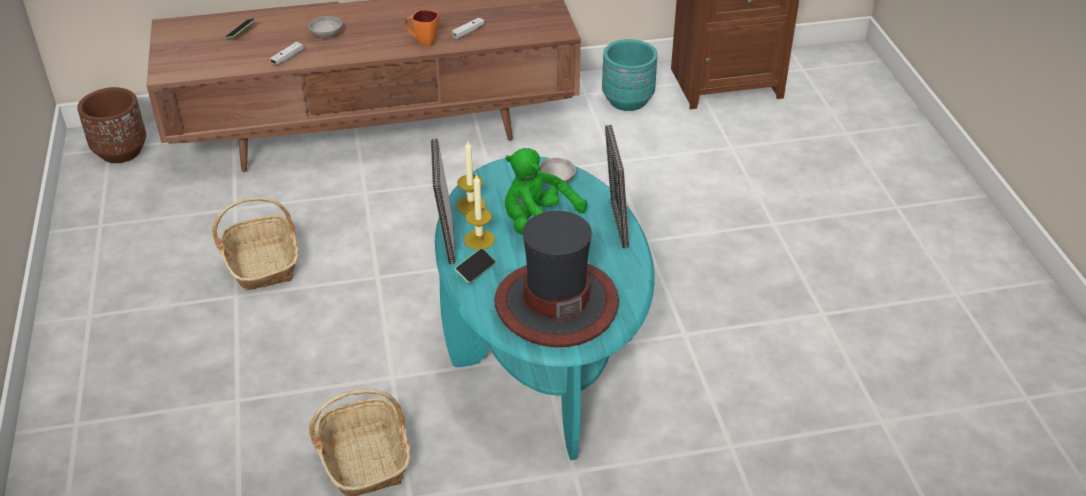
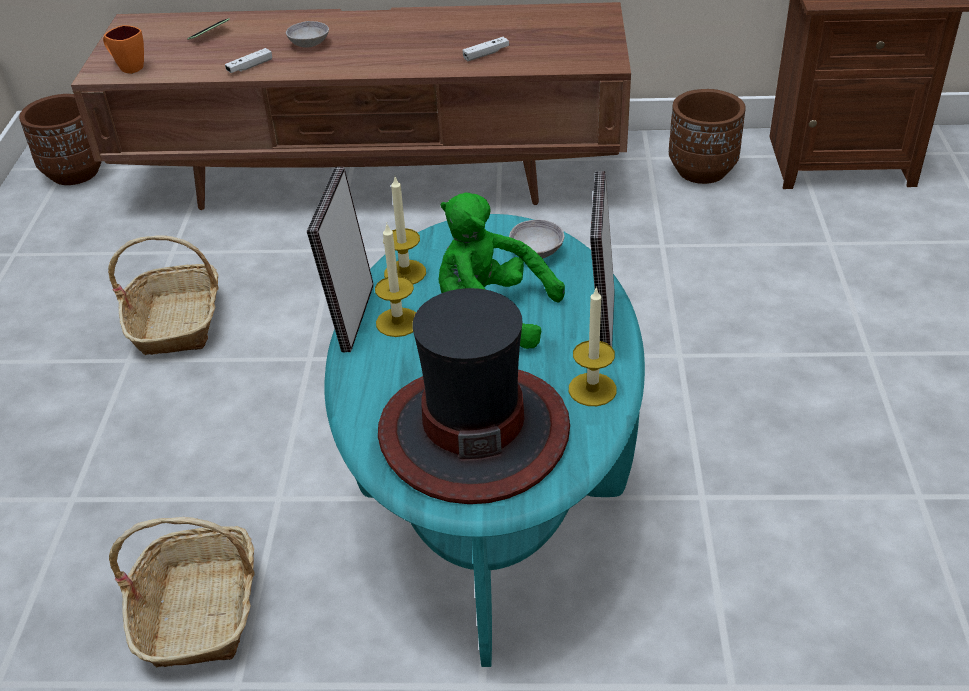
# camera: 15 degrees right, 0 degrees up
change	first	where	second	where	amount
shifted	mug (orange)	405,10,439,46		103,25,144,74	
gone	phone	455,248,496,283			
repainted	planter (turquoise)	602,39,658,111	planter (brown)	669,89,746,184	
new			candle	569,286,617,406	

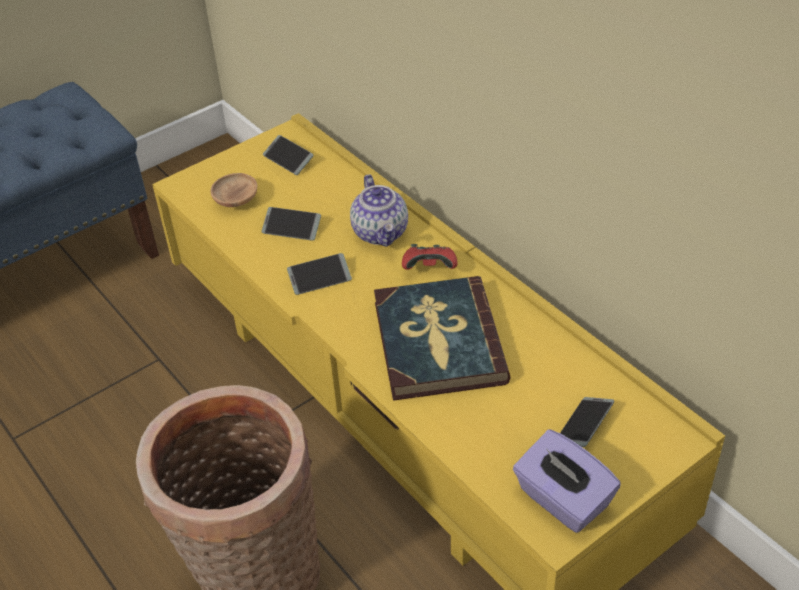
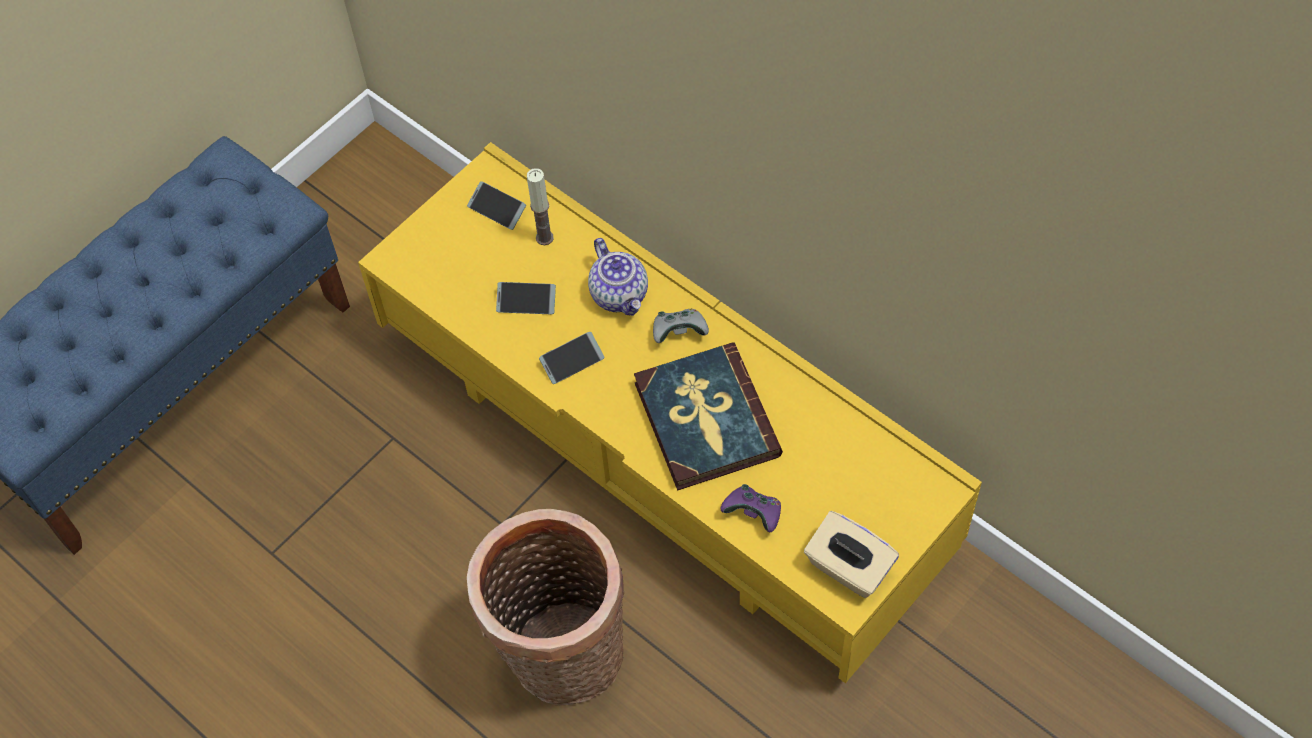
# camera: 10 degrees left, 15 degrees up
change	first	where	second	where	amount
gone	bowl (brown)	211,173,257,207			
repainted	game controller (red)	402,244,458,270	game controller (grey)	653,309,709,343	
repainted	tissue box (purple)	513,430,621,533	tissue box (beige)	804,511,899,598	
gone	phone	560,397,614,447			
new			candle	527,168,554,245	
new			game controller (purple)	721,484,781,532	

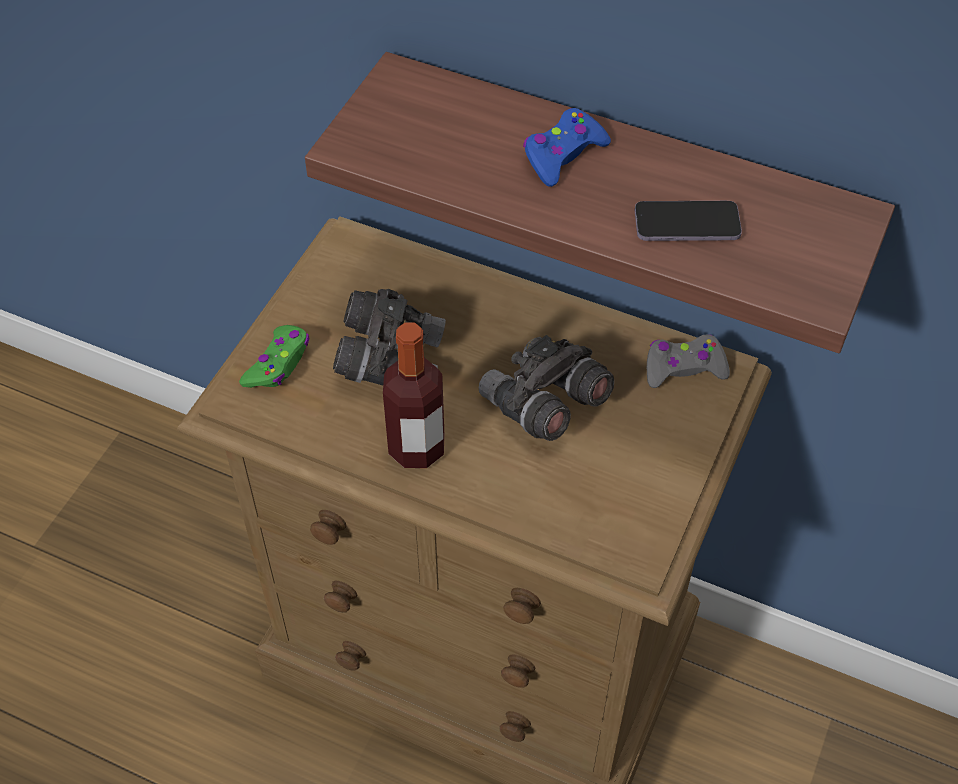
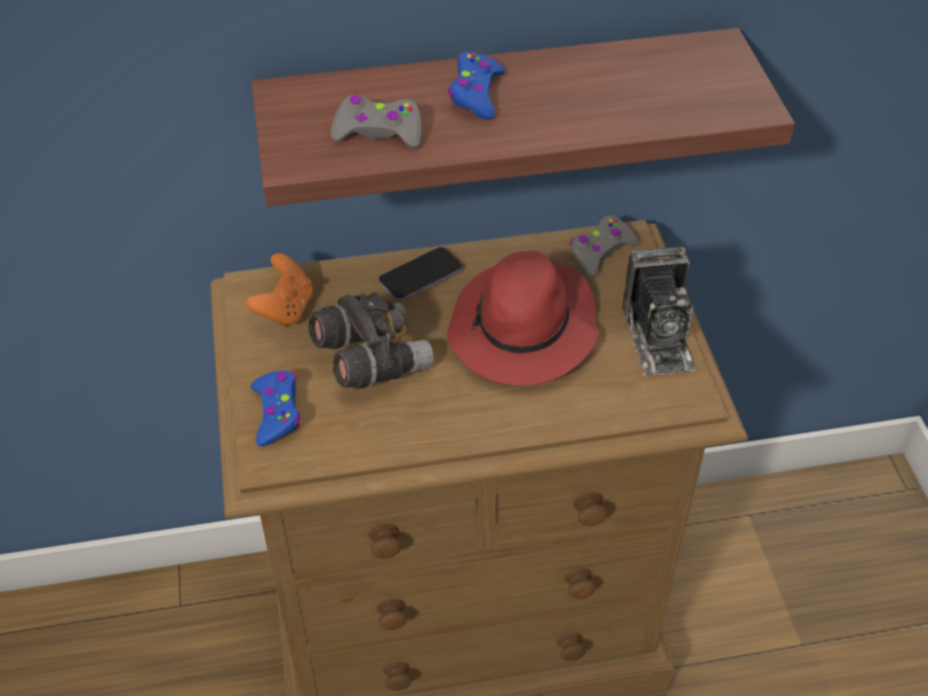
# camera: 35 degrees left, 5 degrees down
change	first	where	second	where	amount
repainted	game controller (green)	239,325,309,388	game controller (blue)	251,370,300,447	
gone	bottle	383,322,445,468			
swapped	binoculars (grey)	479,335,614,441	hat (red)	447,251,599,386	
shifted	phone	635,201,742,241		379,247,462,301	
new			game controller (orange)	246,253,313,327	
new			game controller (grey)	331,95,422,148	
new			photo camera	622,246,696,377	

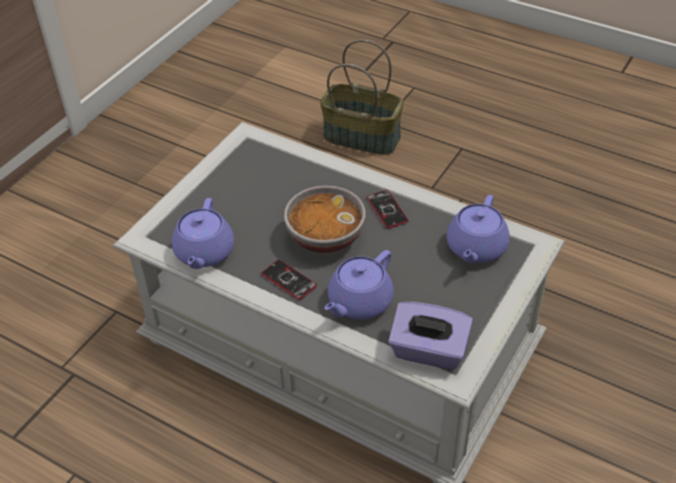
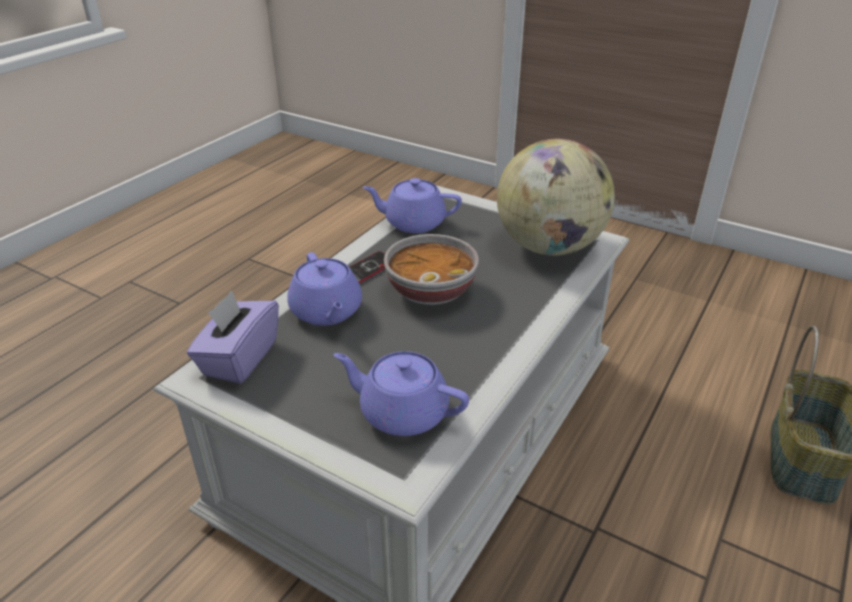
# camera: 90 degrees right, 10 degrees down
change	first	where	second	where	amount
rotated	teapot (purple)	325,250,394,319		287,252,362,326	150 degrees counterclockwise
gone	phone	367,190,409,228			
new			globe	497,139,615,256	

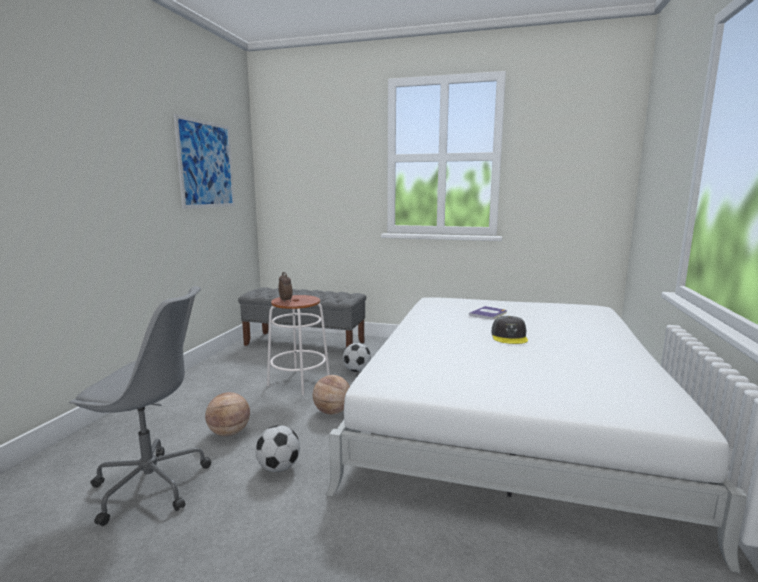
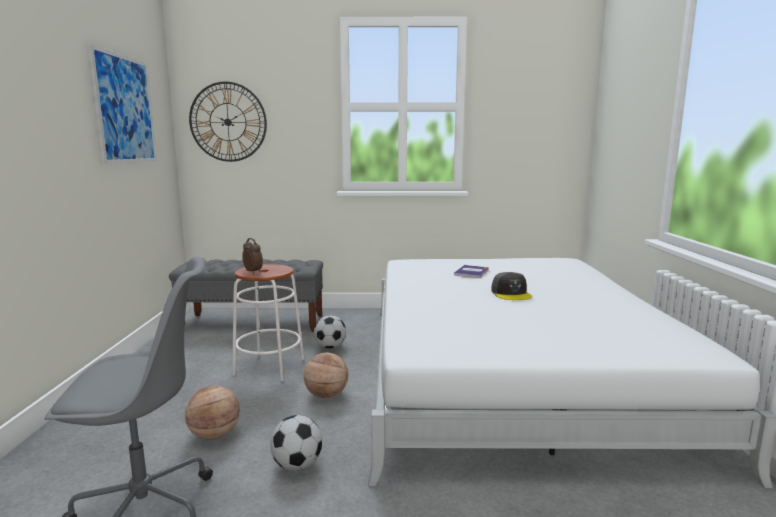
# camera: 15 degrees left, 0 degrees up
change	first	where	second	where	amount
new			wall clock	189,81,267,162	

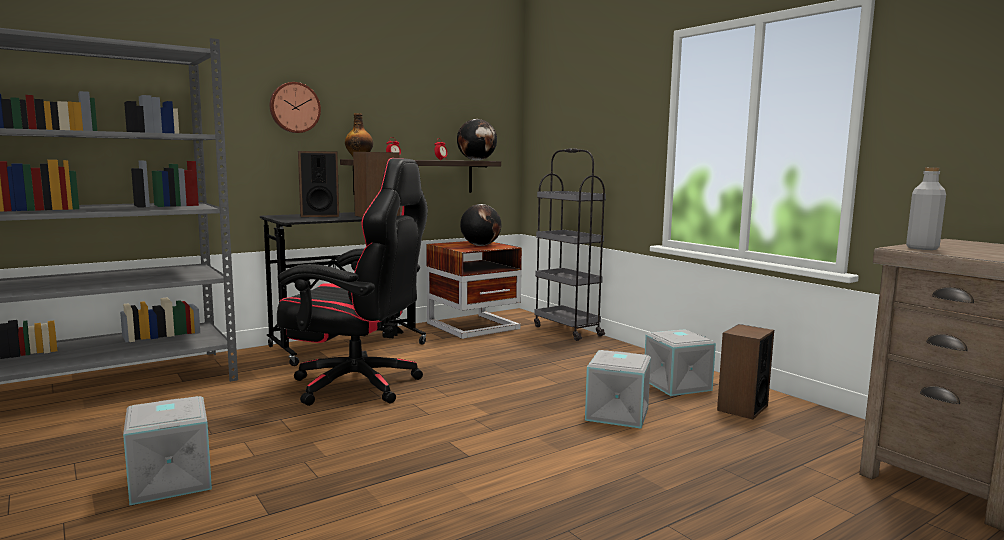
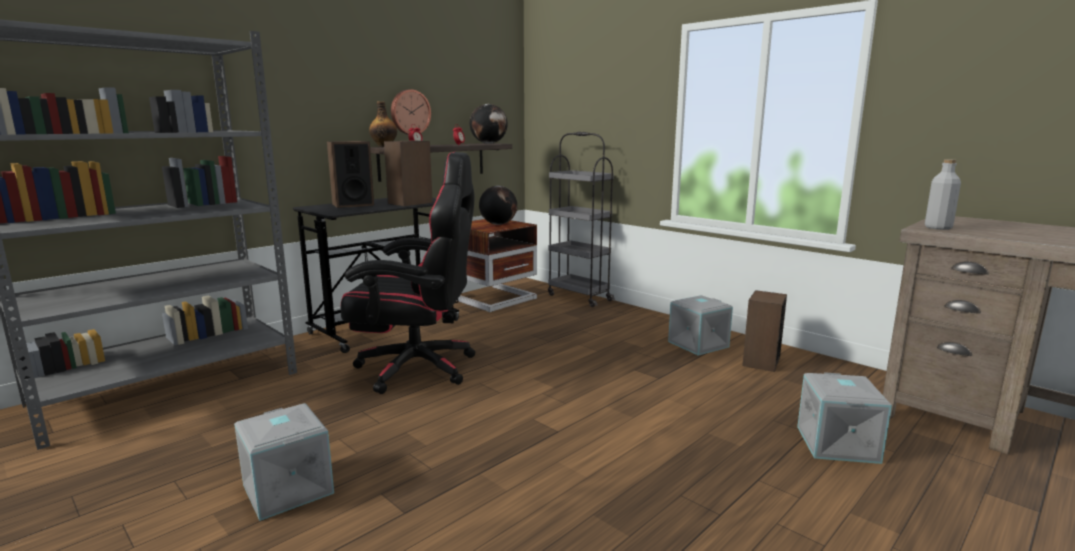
# camera: 10 degrees left, 5 degrees up
change	first	where	second	where	amount
shifted	wall clock	270,82,321,133		391,89,431,135	
shifted	storage box (grey)	585,350,651,429		797,372,892,464	

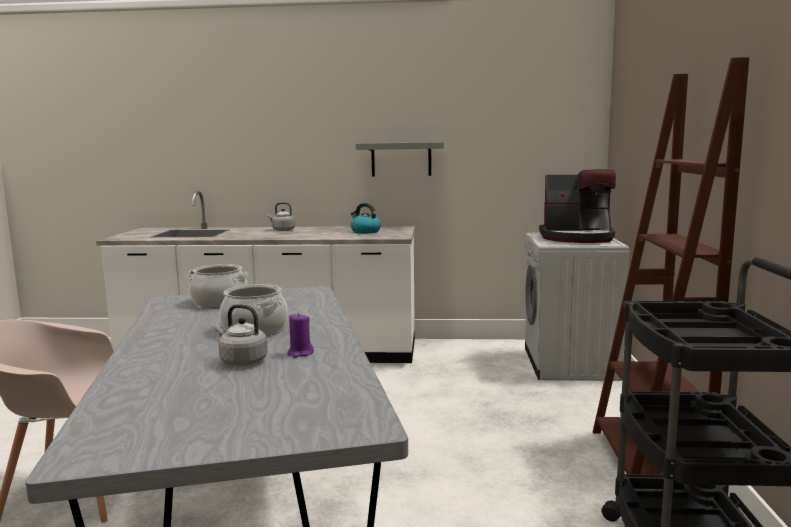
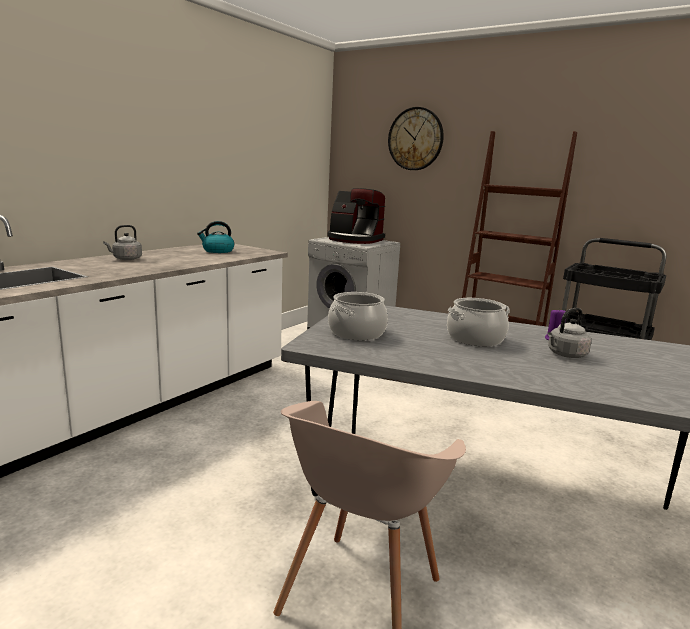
# camera: 60 degrees left, 5 degrees up
change	first	where	second	where	amount
gone	shelf (grey)	356,142,444,176			
rotated	coffee machine	539,169,616,243		328,188,385,244	75 degrees clockwise
new			wall clock	388,107,444,170	

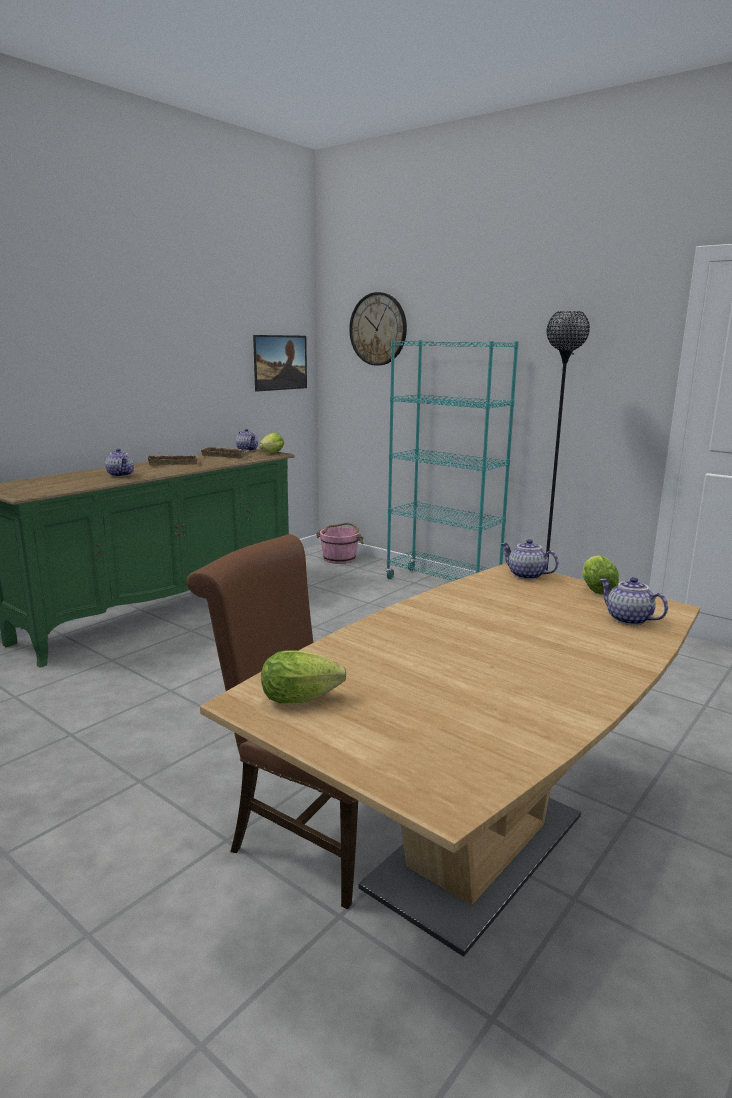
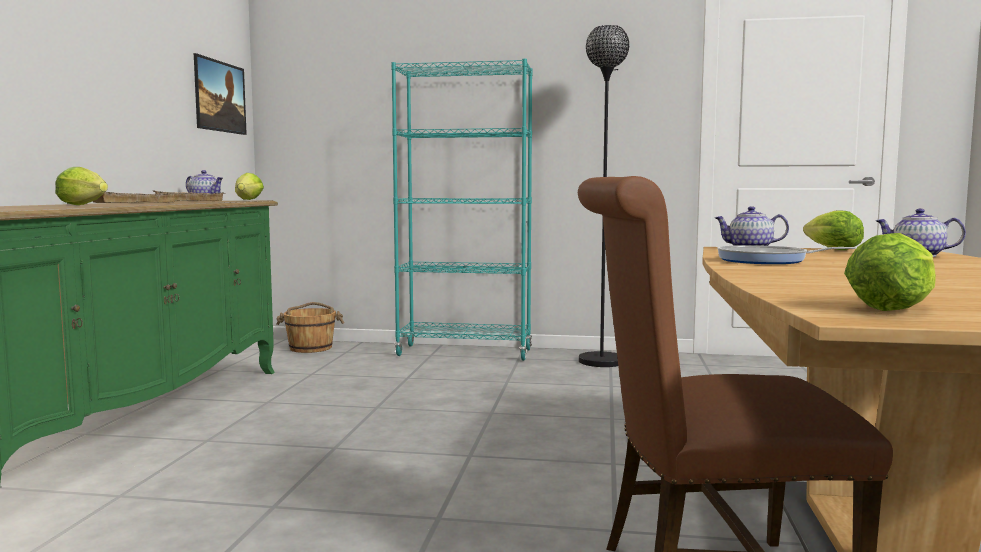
# camera: 30 degrees left, 10 degrees down
change	first	where	second	where	amount
swapped	teapot	105,449,134,477	lettuce	55,167,108,205	
repainted	bucket (pink)	316,522,364,564	bucket (brown)	276,302,344,353	
gone	wall clock	349,292,407,366			
new			frying pan	717,245,856,264	

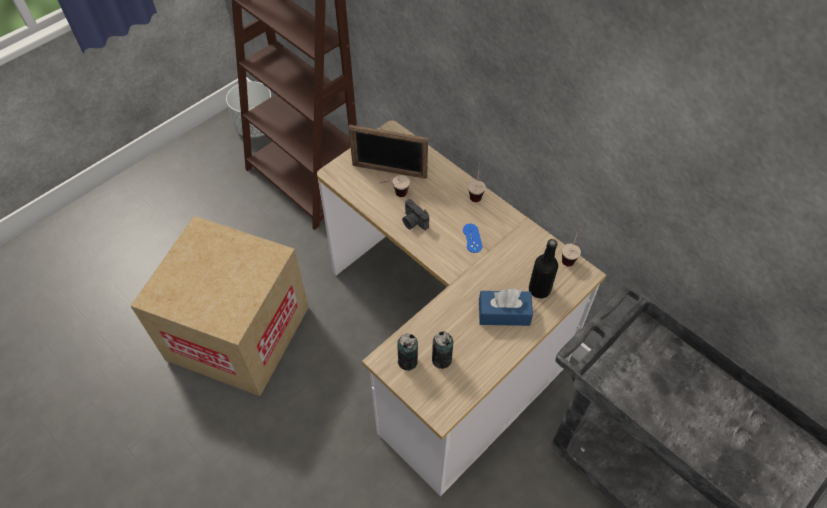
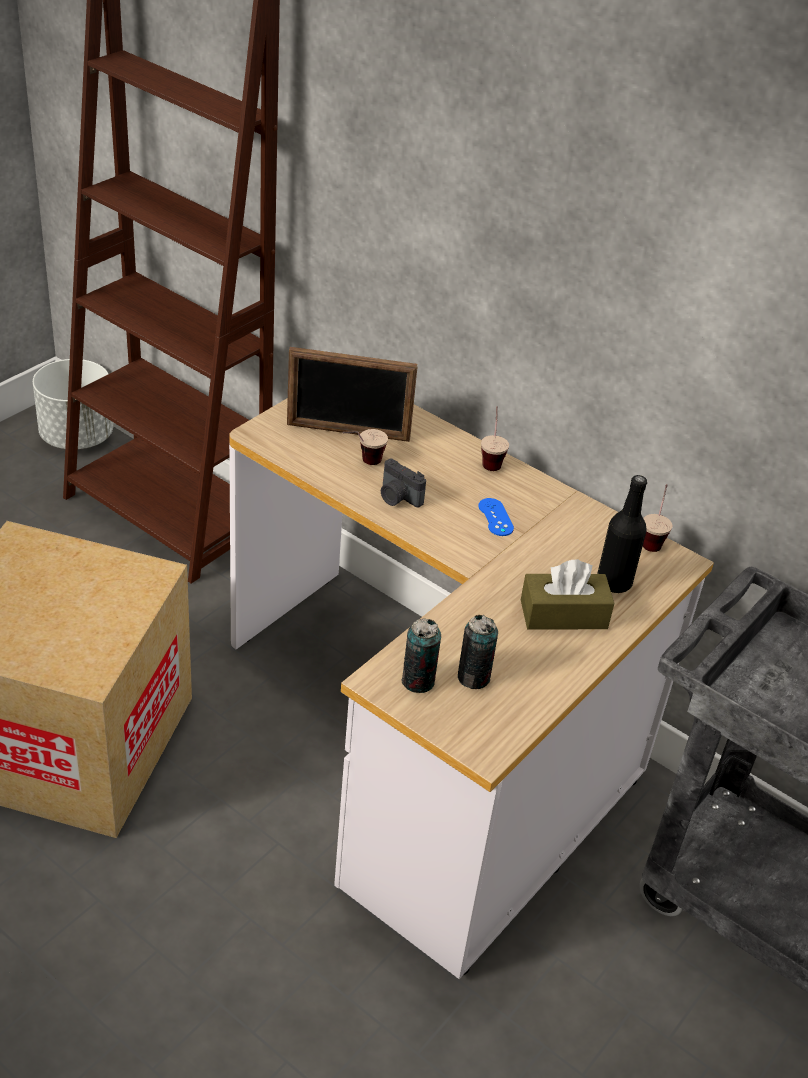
# camera: 10 degrees left, 15 degrees down
change	first	where	second	where	amount
repainted	tissue box (blue)	479,288,533,326	tissue box (brown)	521,559,614,630	

